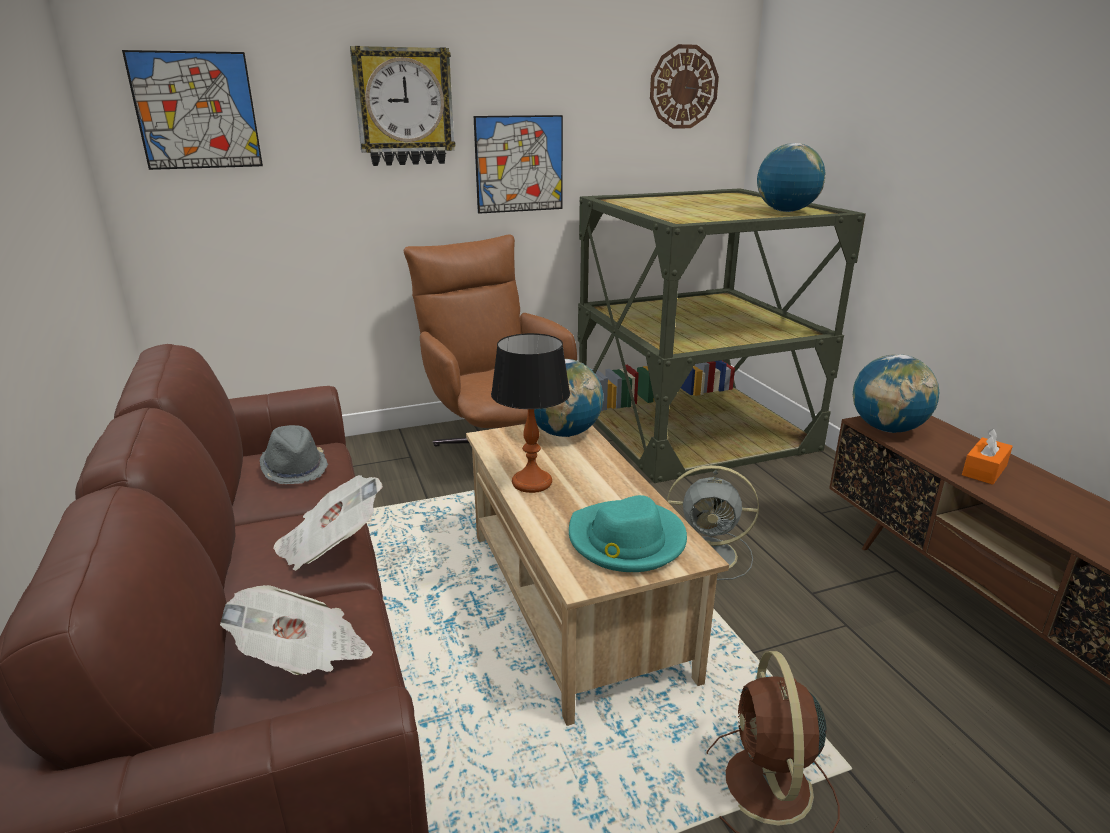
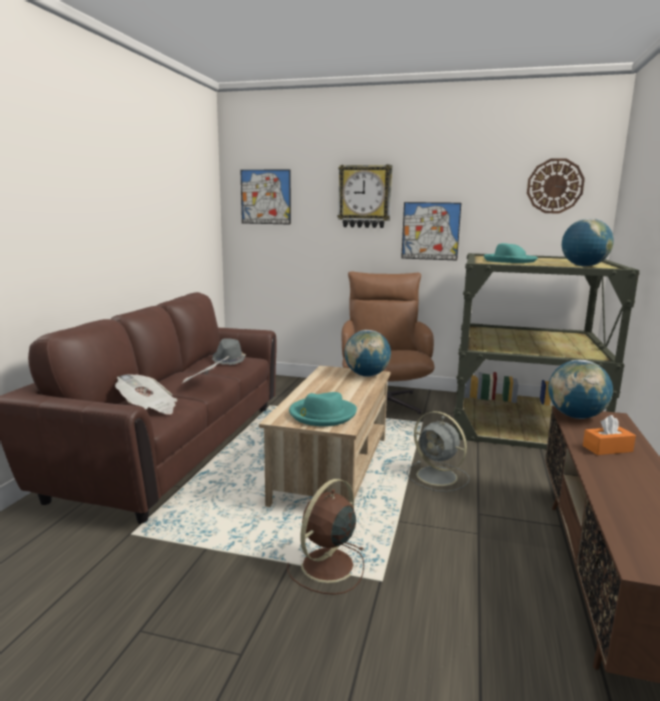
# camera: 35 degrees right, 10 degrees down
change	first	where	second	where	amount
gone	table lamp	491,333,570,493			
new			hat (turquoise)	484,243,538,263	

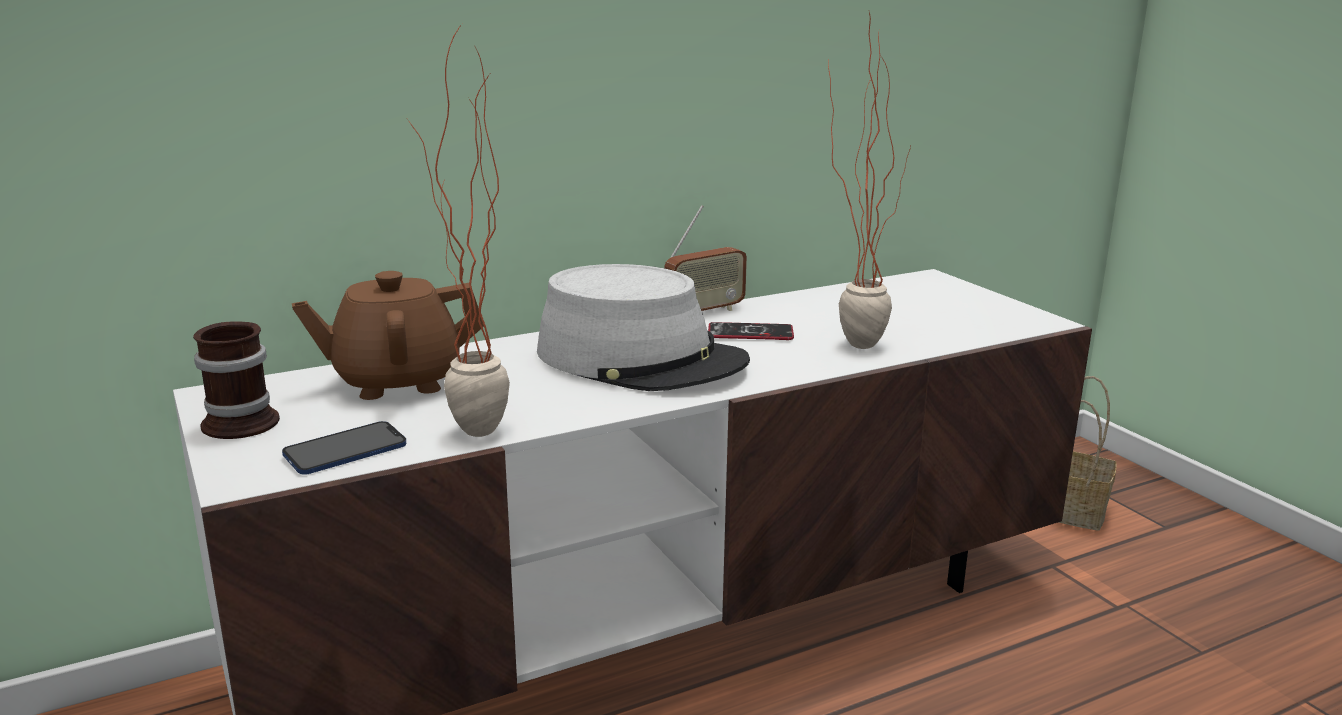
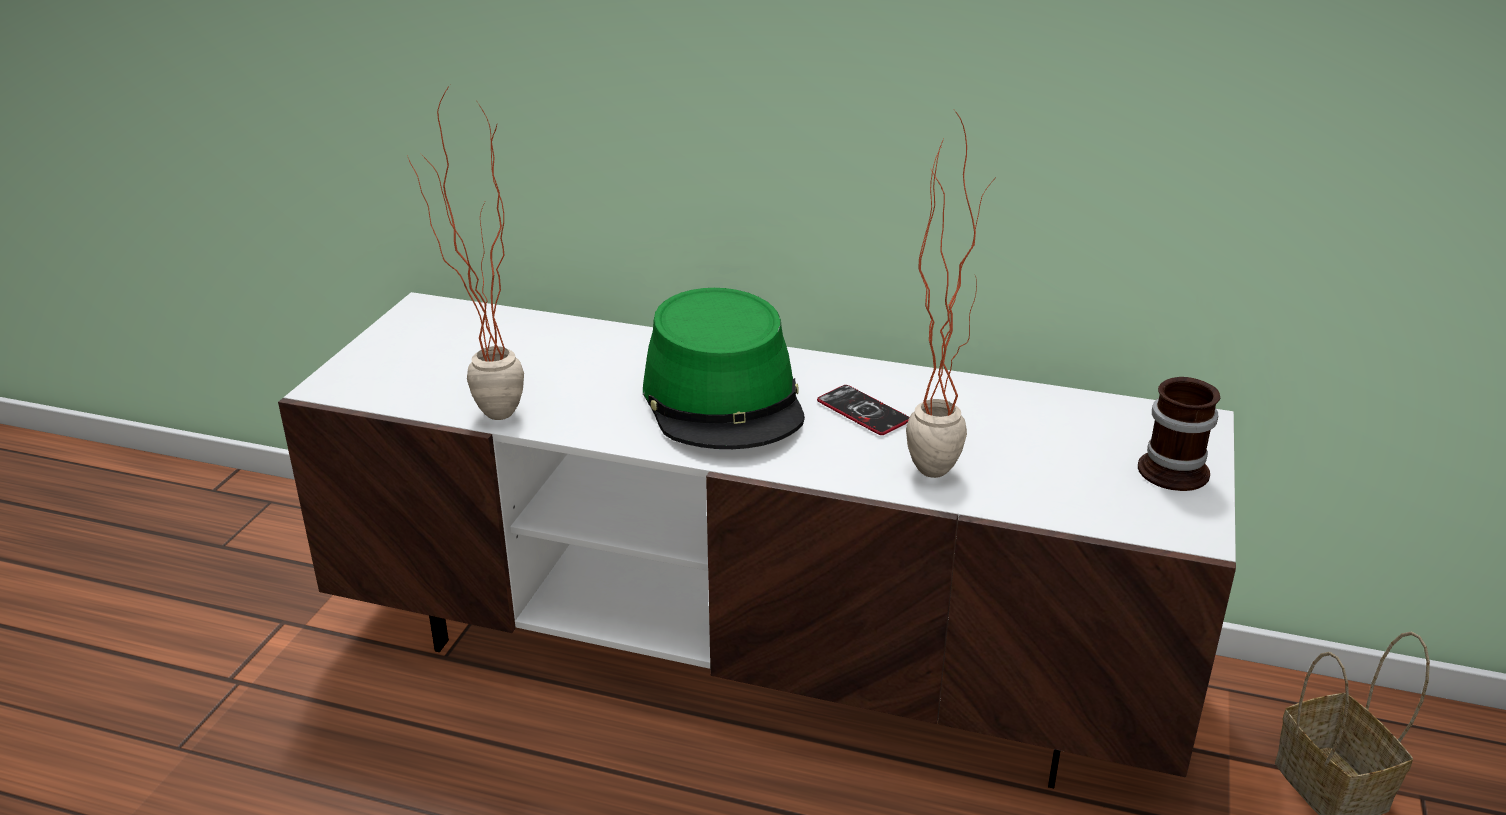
# camera: 45 degrees right, 10 degrees up
change	first	where	second	where	amount
shifted	mug	193,321,280,439		1138,377,1220,491	
gone	phone	282,421,406,475			
gone	teapot (brown)	292,271,484,400			
repainted	hat (grey)	537,264,750,391	hat (green)	643,288,805,449	
gone	radio	664,205,747,311			

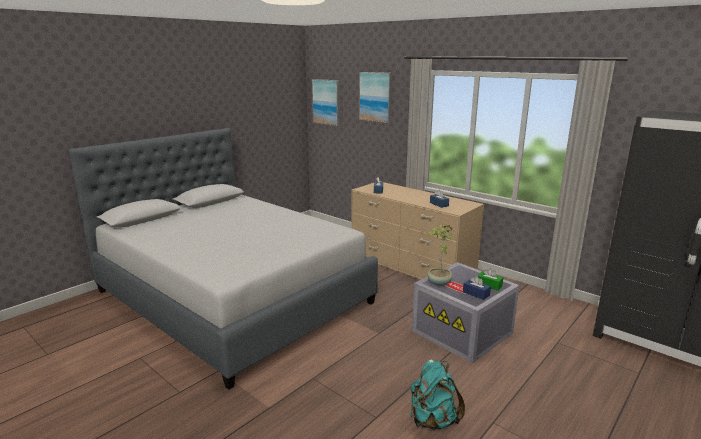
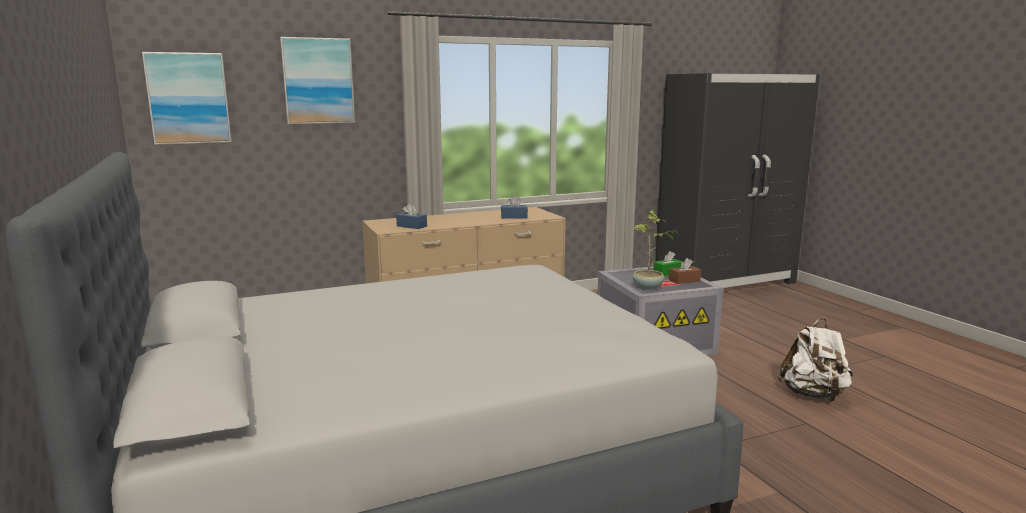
# camera: 65 degrees left, 5 degrees down
change	first	where	second	where	amount
repainted	backpack (turquoise)	411,360,465,430	backpack (white)	778,318,853,402	
repainted	tissue box (blue)	463,276,491,300	tissue box (brown)	669,258,701,284	

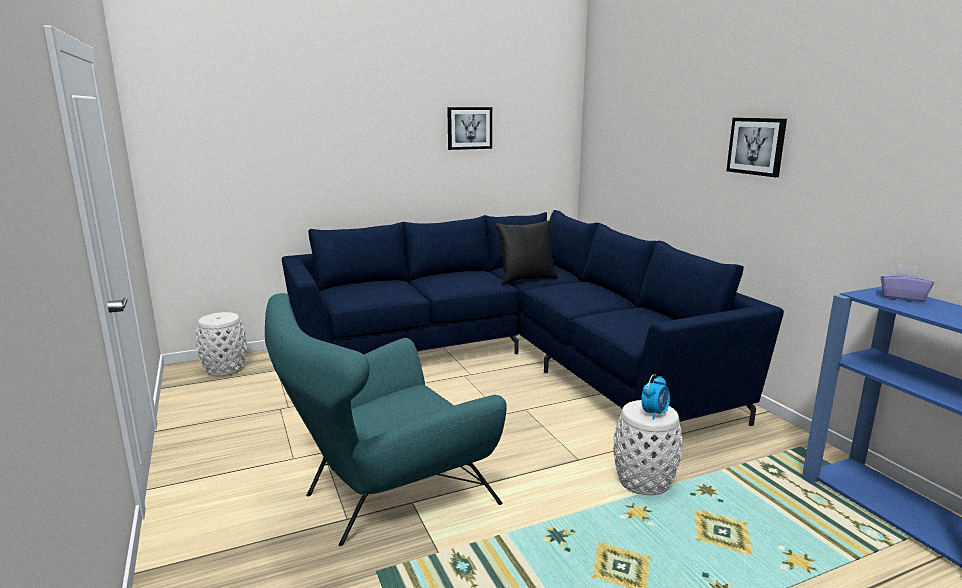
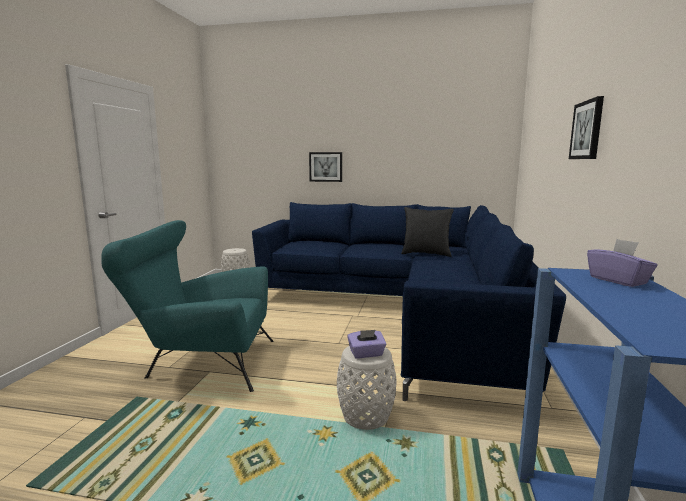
# camera: 35 degrees right, 5 degrees down
change	first	where	second	where	amount
shifted	picture	447,107,492,150		309,152,342,182	
swapped	alarm clock	641,374,670,420	tissue box (purple)	347,330,386,359	

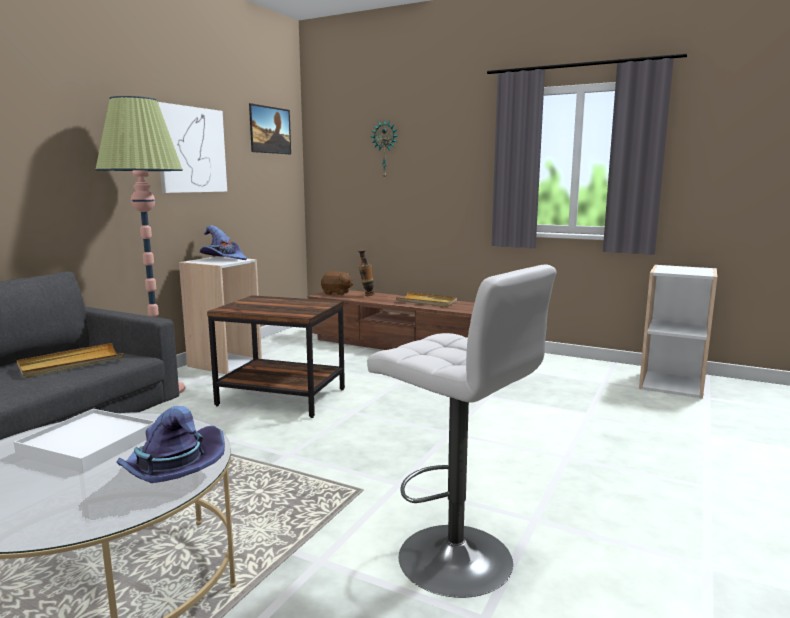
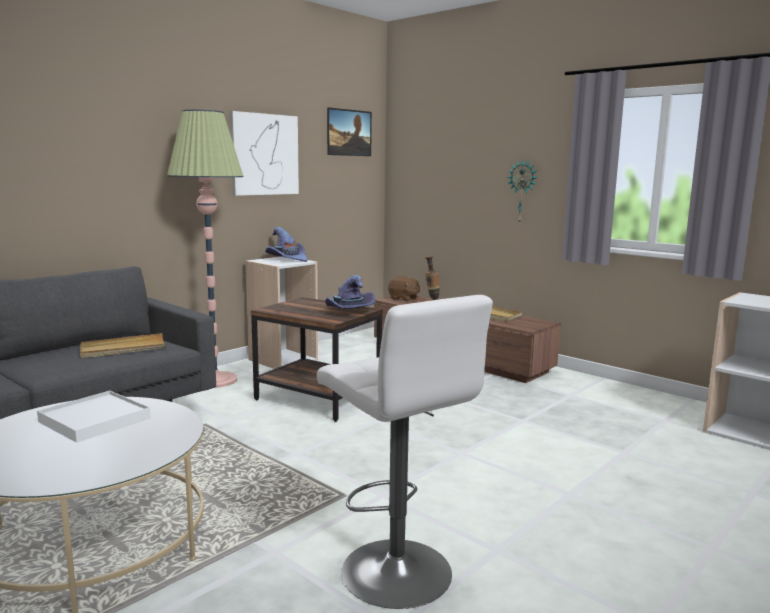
# camera: 15 degrees right, 0 degrees up
change	first	where	second	where	amount
shifted	hat (purple)	116,406,225,483		325,275,375,309	
shifted	wall clock	371,120,398,179		508,160,537,223	

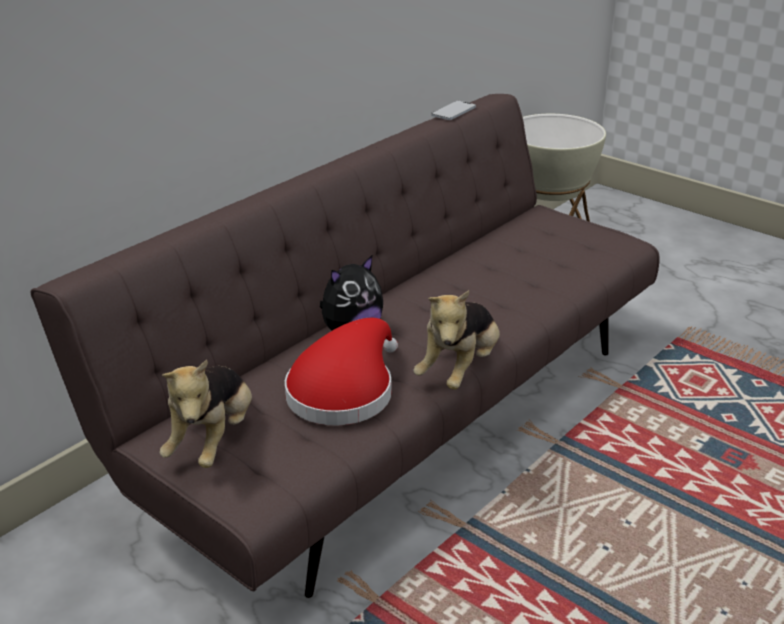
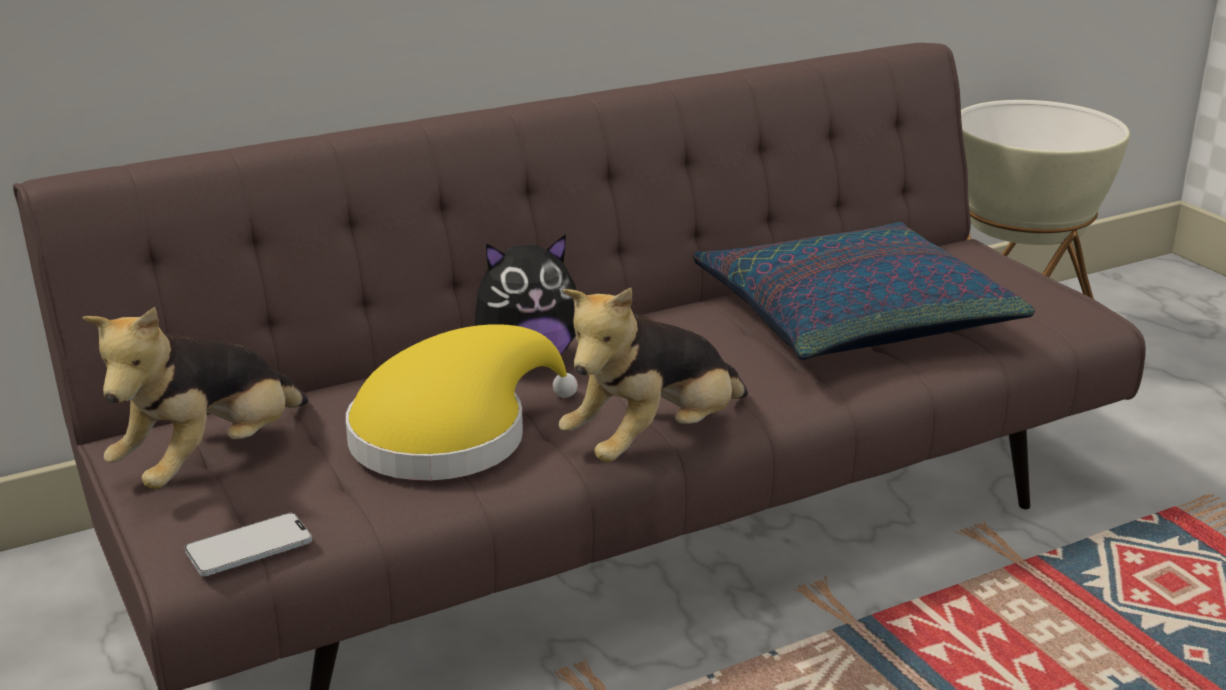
# camera: 20 degrees right, 5 degrees down
change	first	where	second	where	amount
repainted	hat (red)	285,318,398,426	hat (yellow)	346,324,578,480	
shifted	phone	431,101,476,120		185,513,312,576	
new			pillow (blue)	693,222,1035,360	

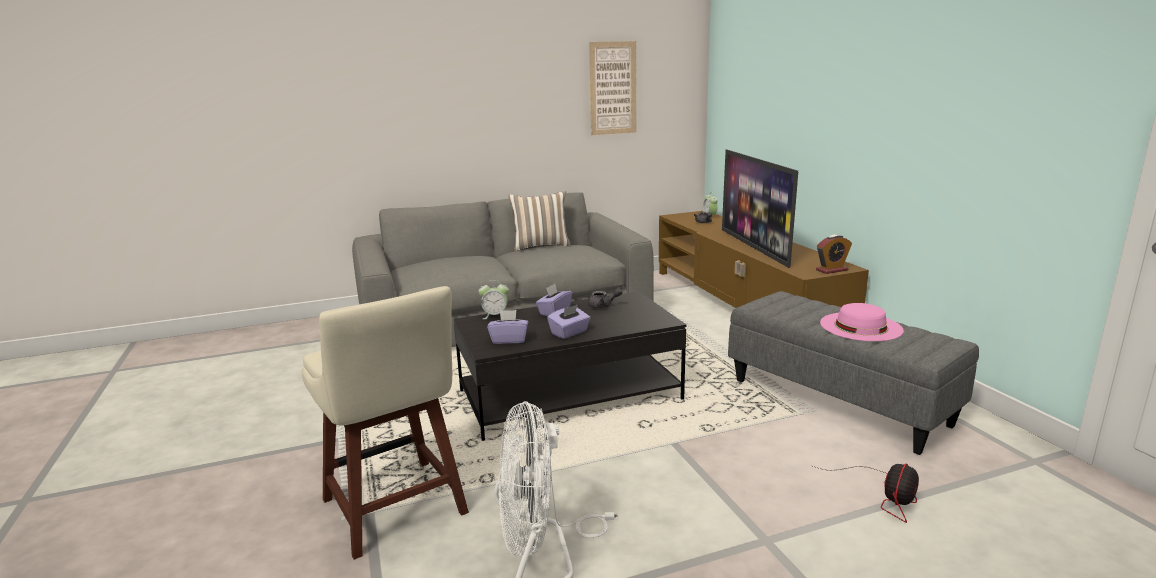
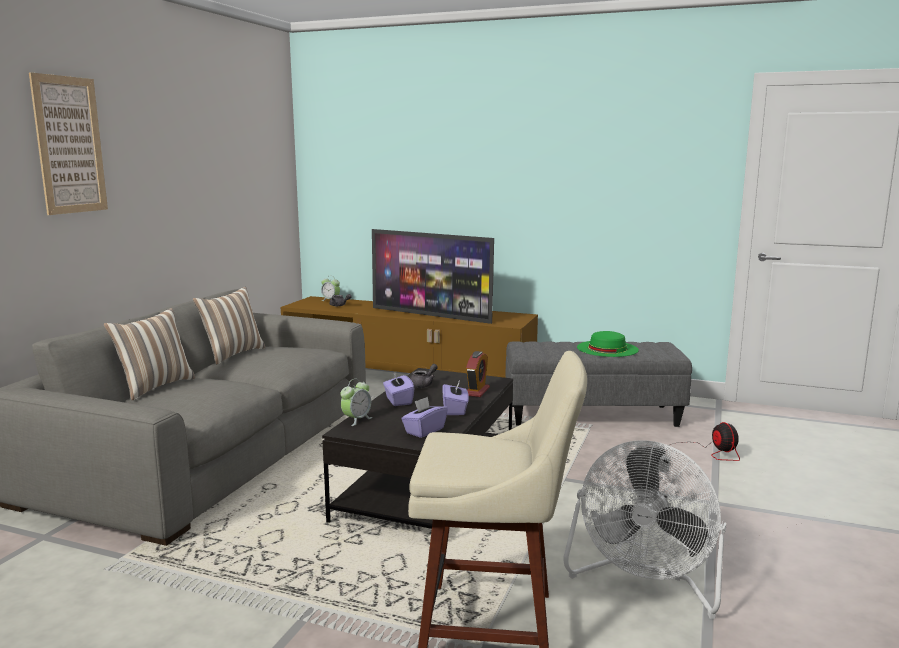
# camera: 50 degrees left, 5 degrees down
change	first	where	second	where	amount
shifted	picture	589,41,636,135		29,72,108,215	
shifted	alarm clock	816,235,852,274		466,351,490,397	
repainted	hat (pink)	820,303,904,341	hat (green)	577,331,639,357	
new			pillow	104,308,195,400	

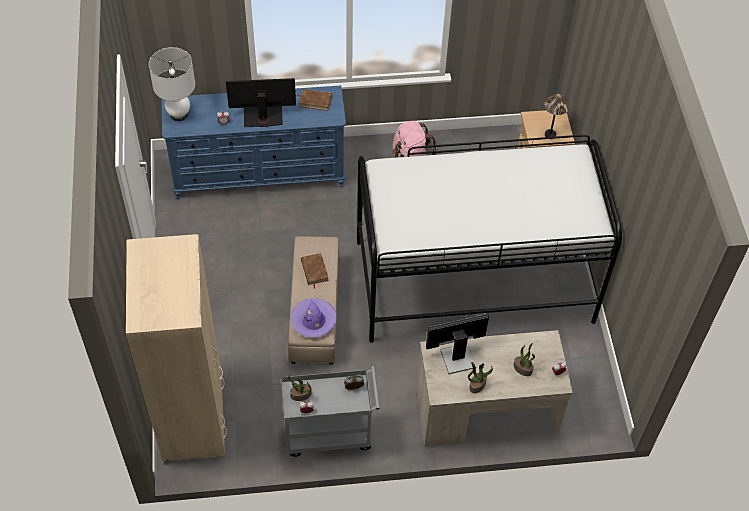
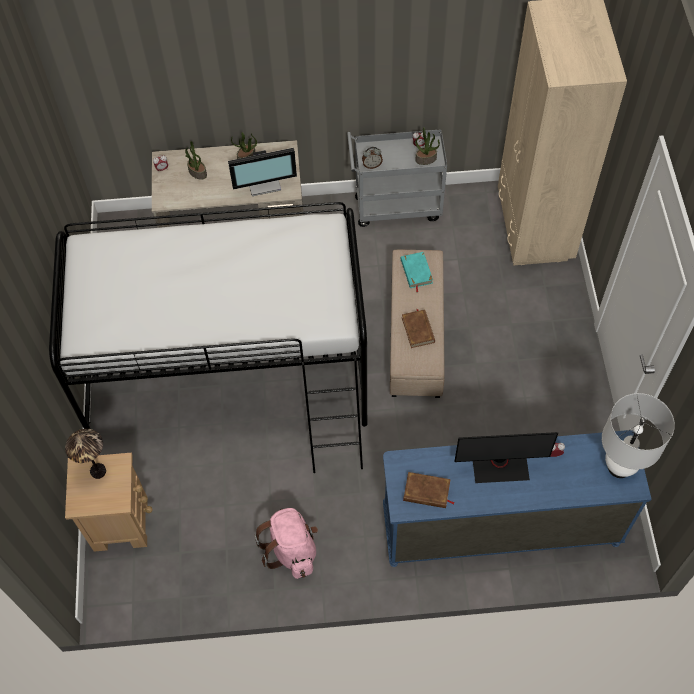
# camera: 175 degrees left, 5 degrees up
change	first	where	second	where	amount
swapped	hat (purple)	291,298,337,338	book (turquoise)	401,252,433,293	

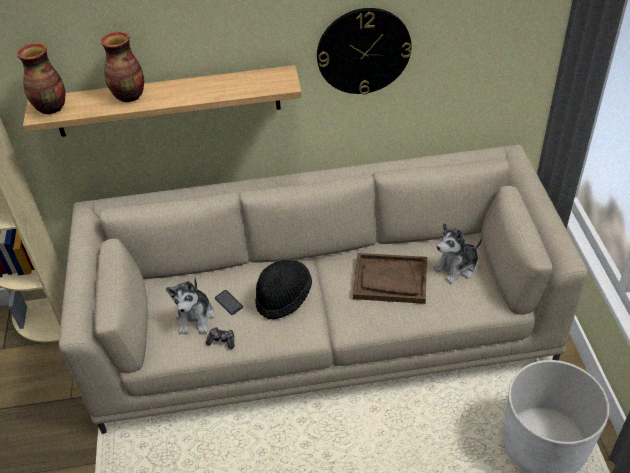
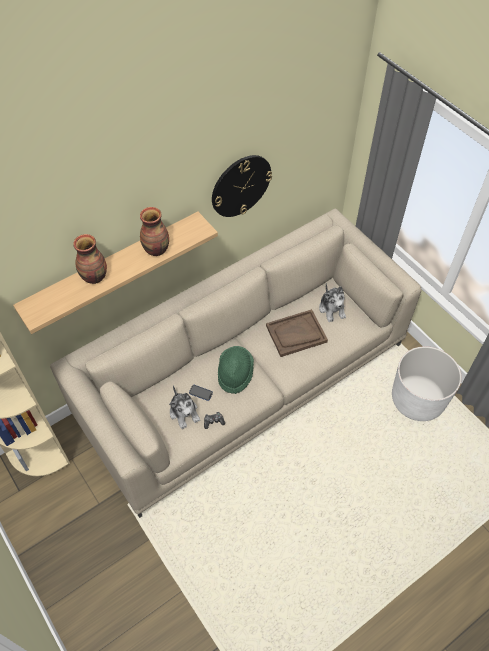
# camera: 30 degrees left, 10 degrees up
change	first	where	second	where	amount
shifted	vase	17,43,65,114		140,207,169,256	
repainted	hat (black)	255,260,312,320	hat (green)	218,346,254,394	
rotated	plush toy	433,223,482,284		319,283,346,322	45 degrees counterclockwise

